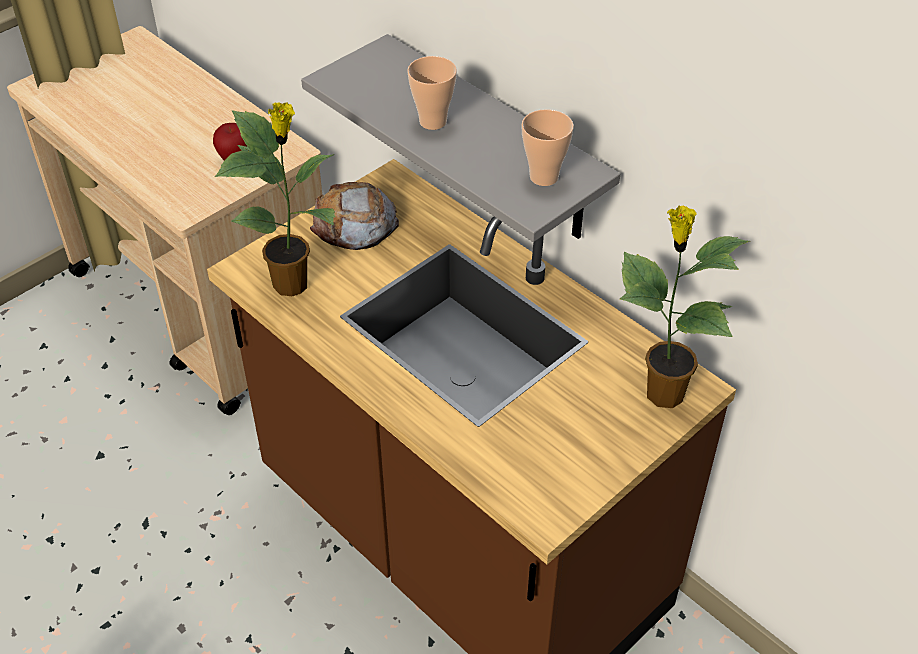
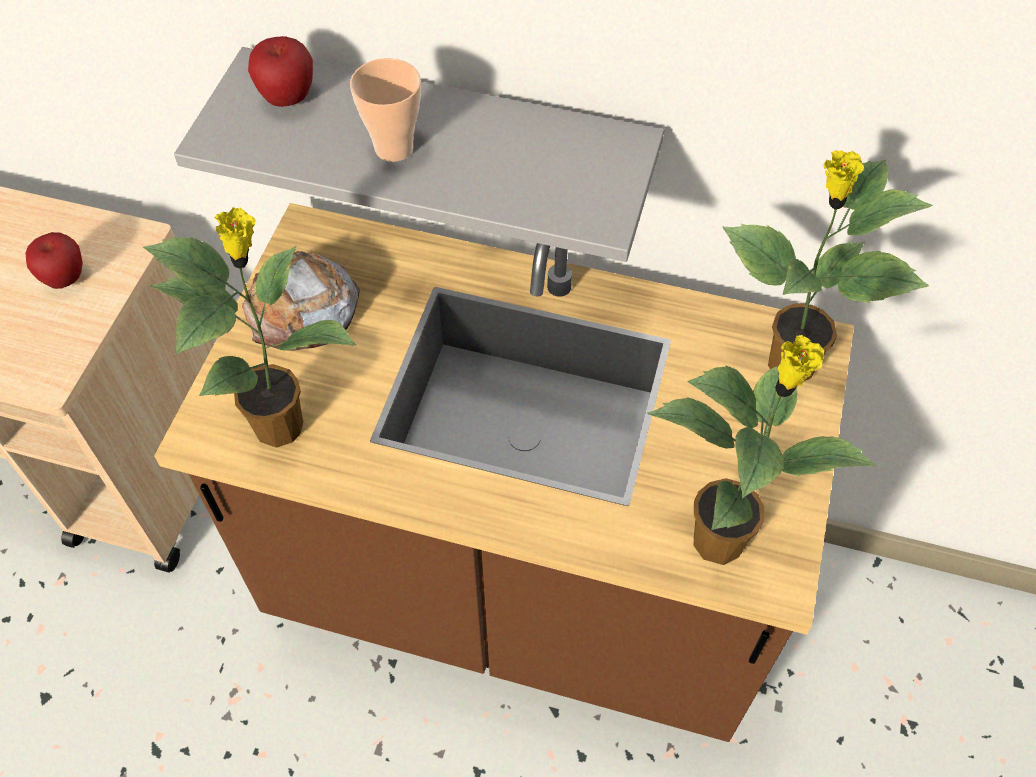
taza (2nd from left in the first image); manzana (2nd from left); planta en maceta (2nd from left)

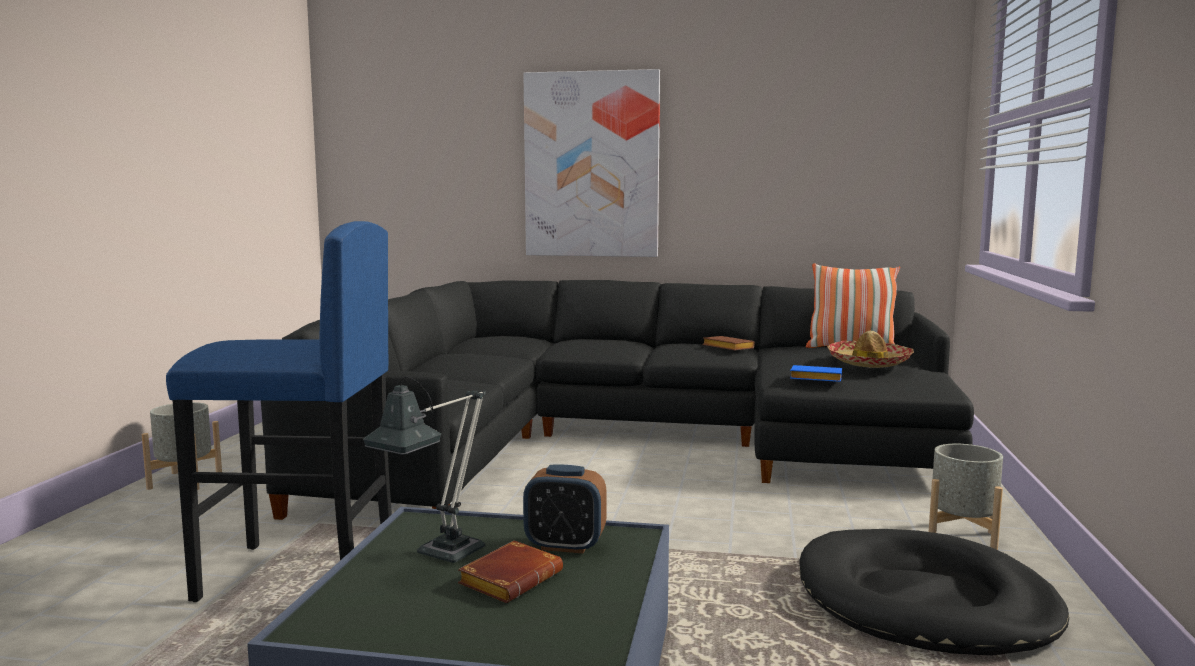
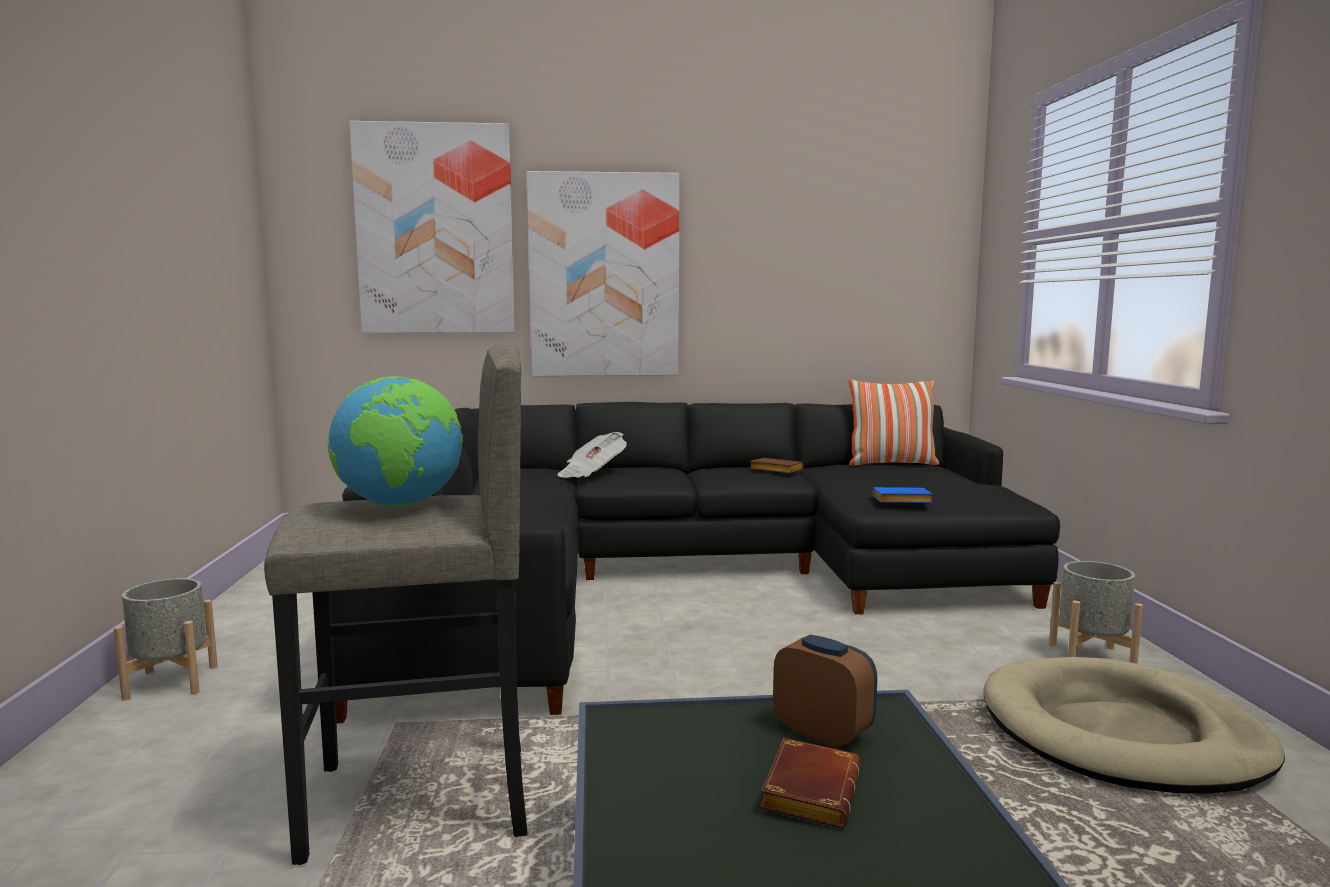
taburete (gris); lámpara de mesa; despertador; cama para perro (beis); sombrero; globo terráqueo; cuadro (1st from left); periódico

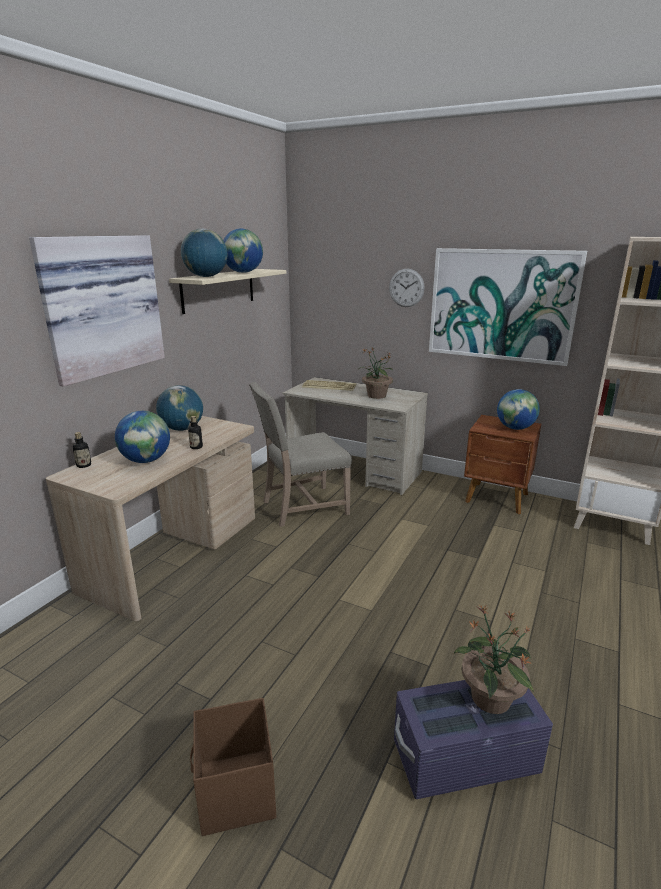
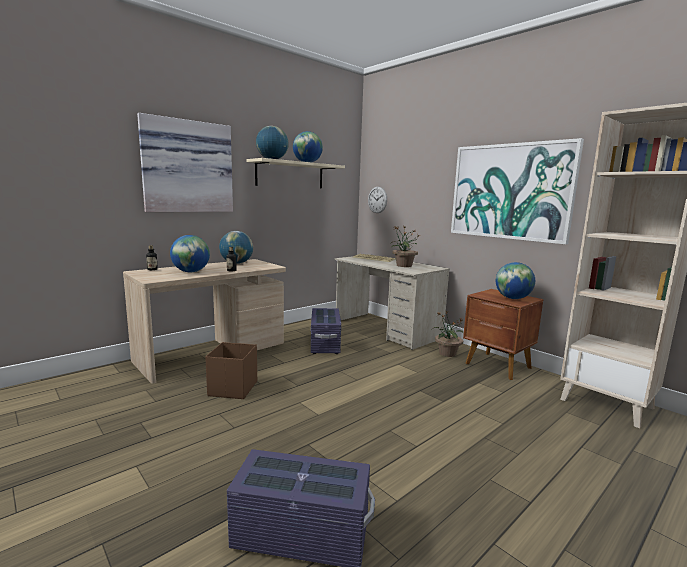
caja de almacenaje (marrón); caja de almacenaje (morado) (2nd from left); reloj de pared; planta en maceta (2nd from left)

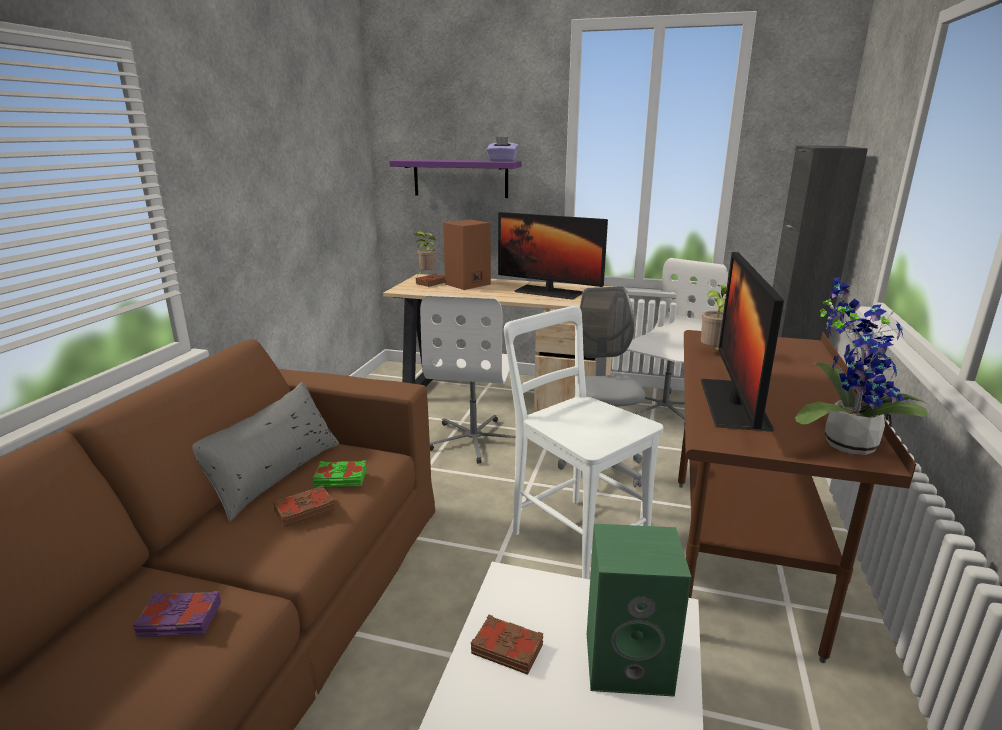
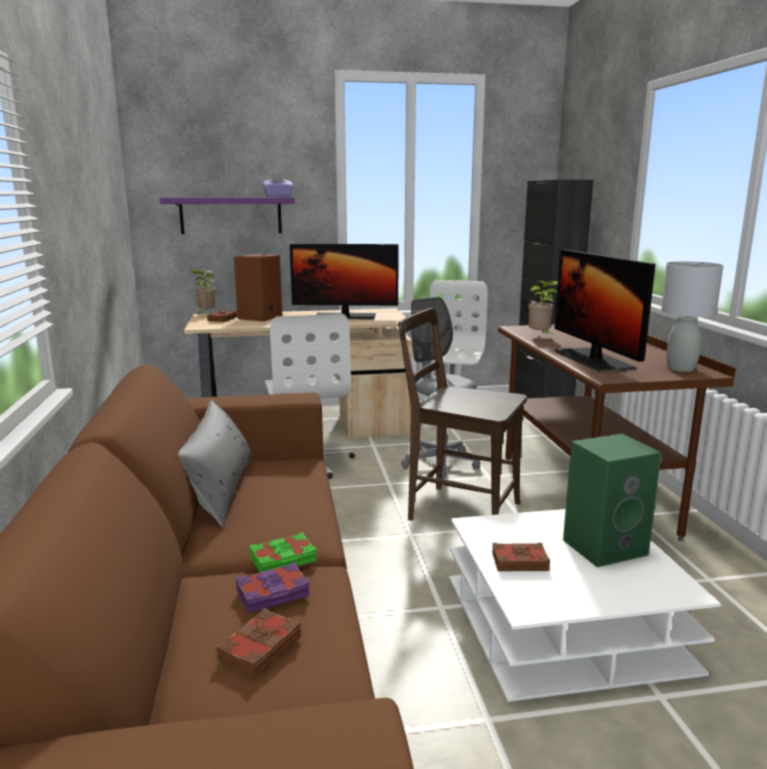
libro (marrón) (2nd from left); libro (verde); silla (marrón); lámpara de mesa (gris)

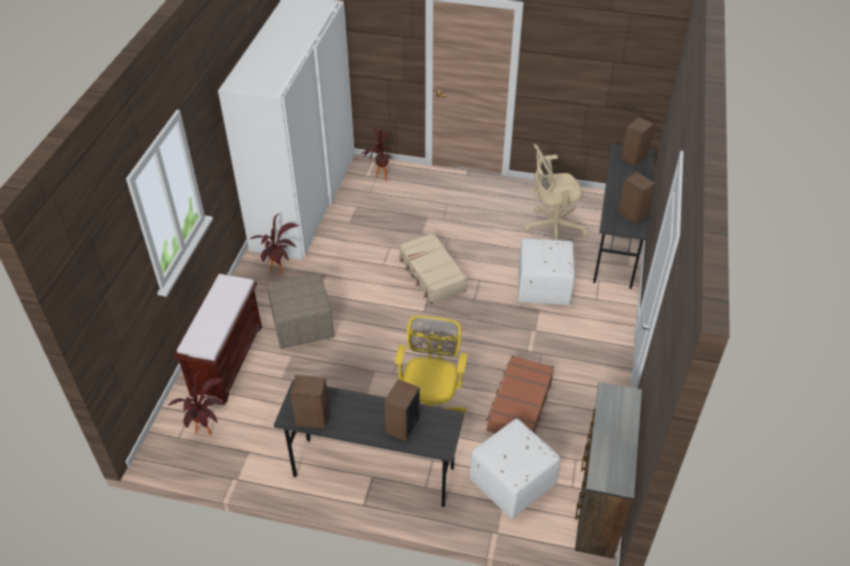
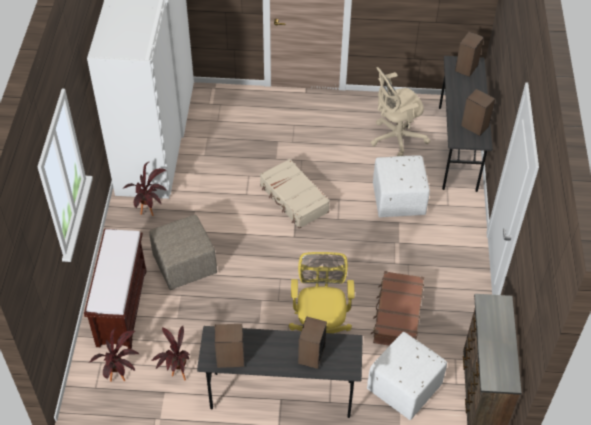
planta en maceta (3rd from left)

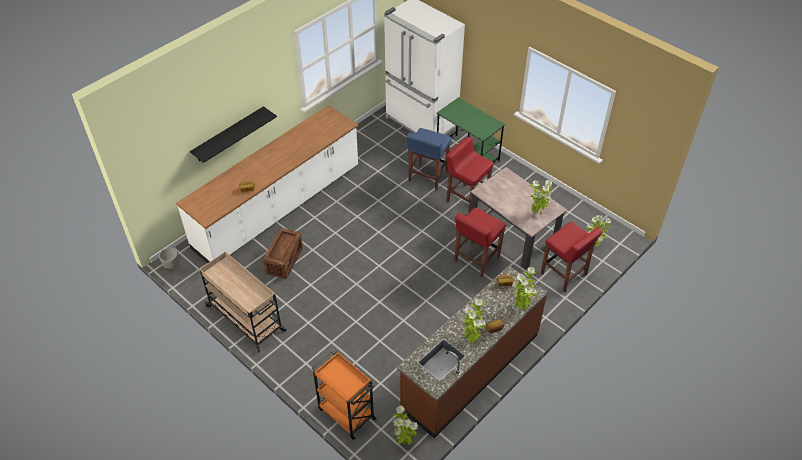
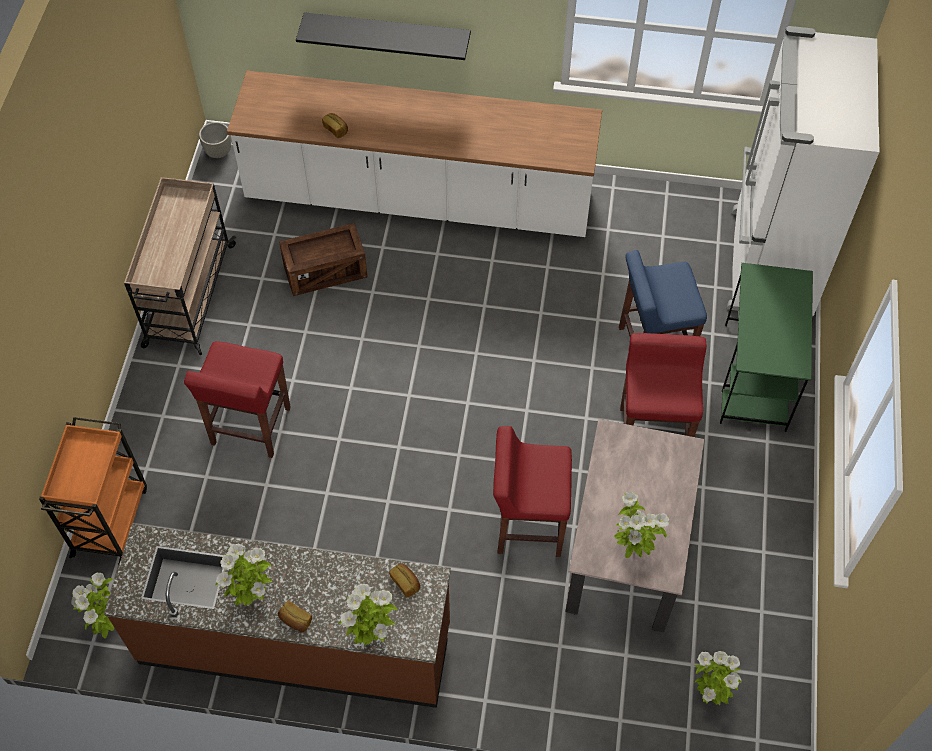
taburete (rojo) (1st from left)

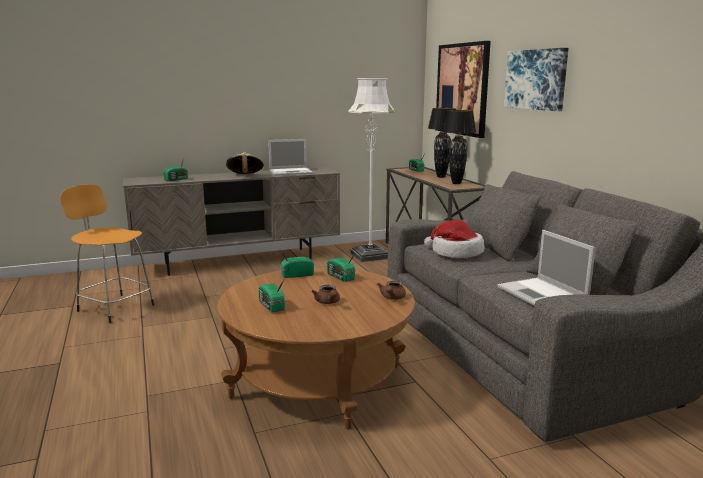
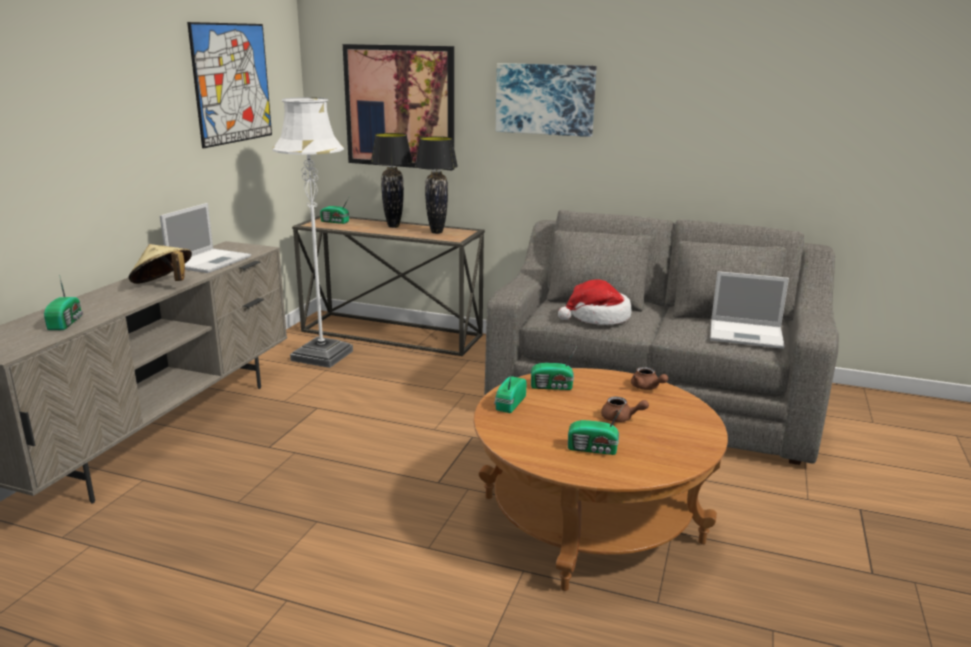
taburete (naranja); cuadro (1st from left)

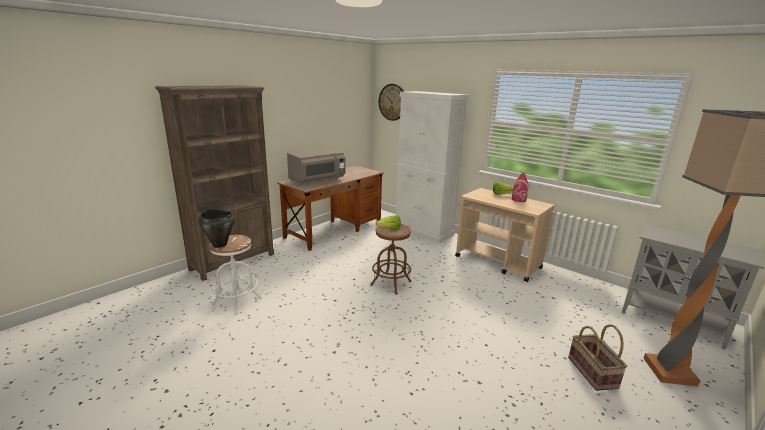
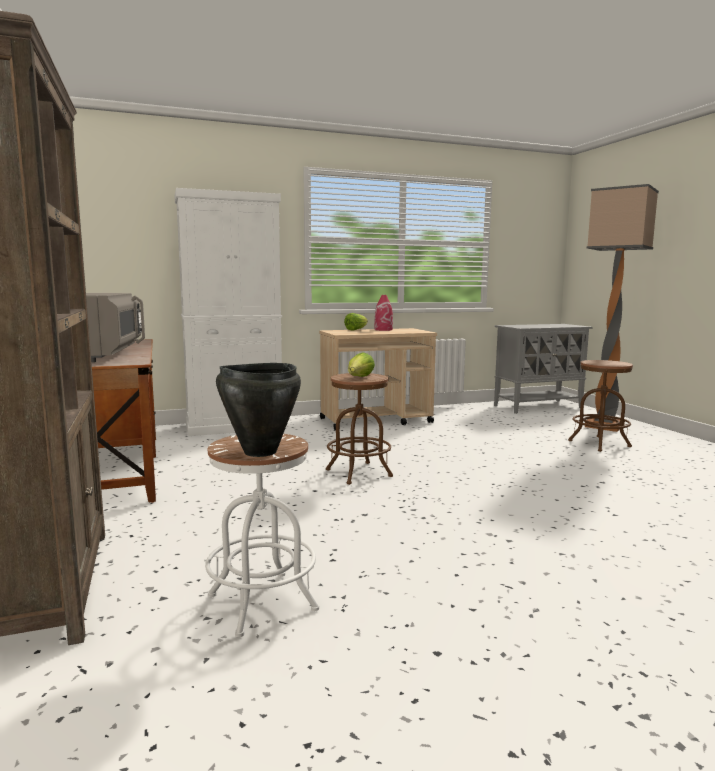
reloj de pared; taburete (marrón) (2nd from left)

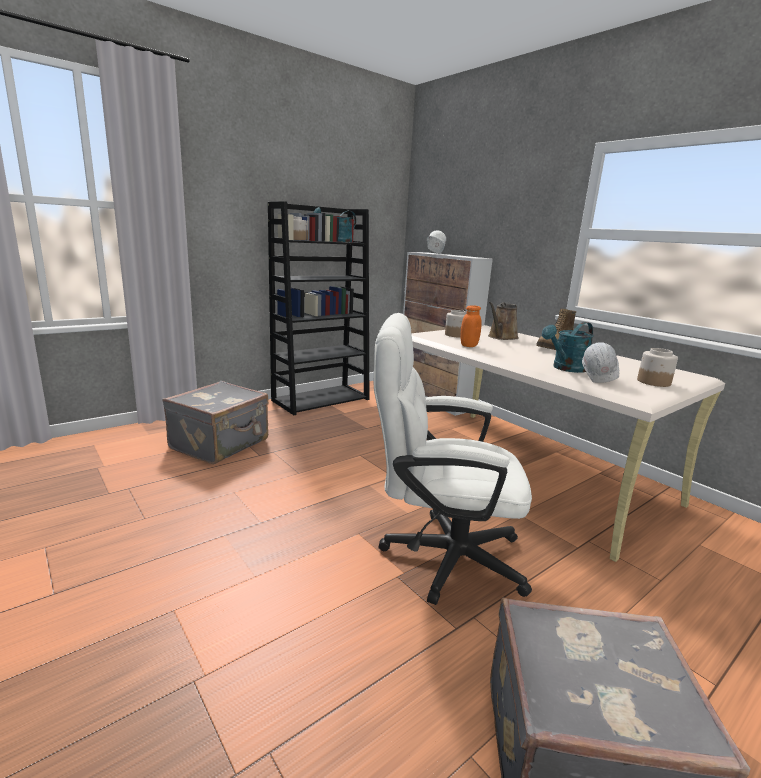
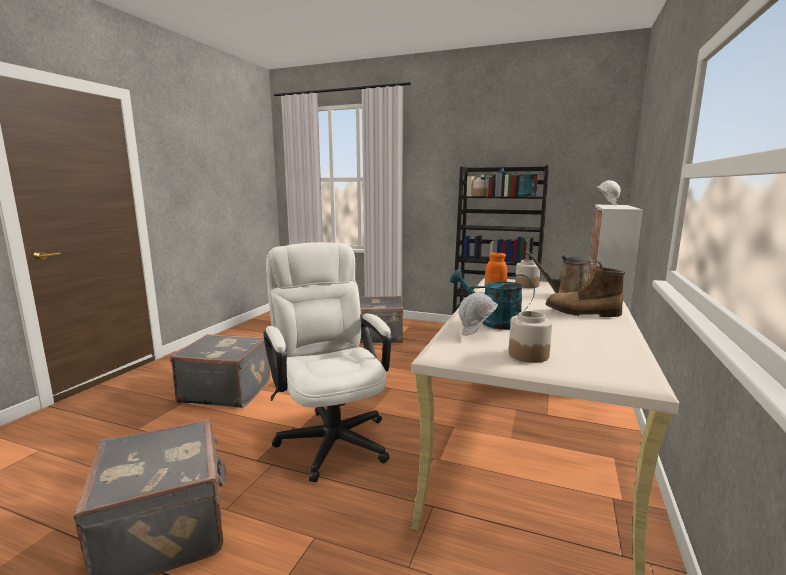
maleta (gris) (2nd from left)

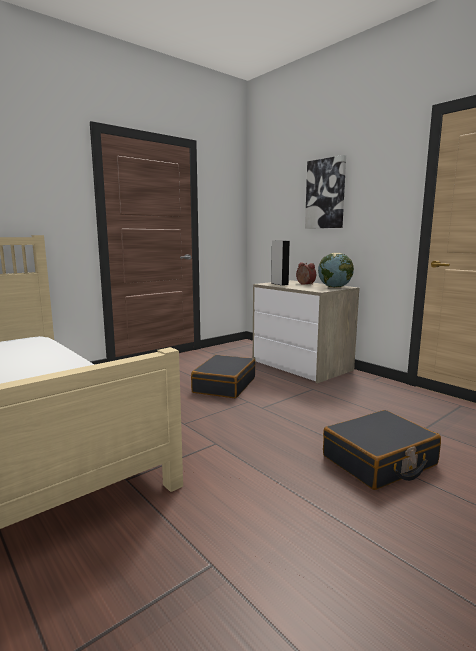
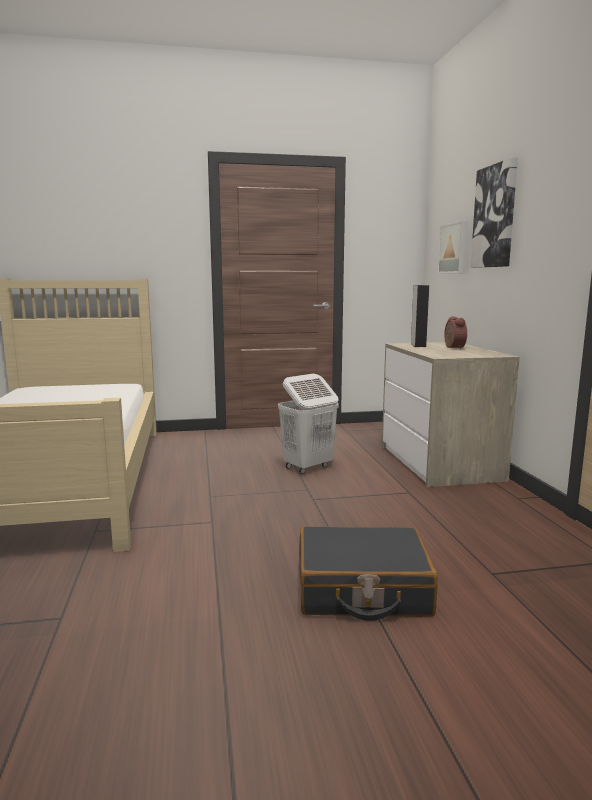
cesto de la ropa (blanco); globo terráqueo; cuadro (1st from left)

